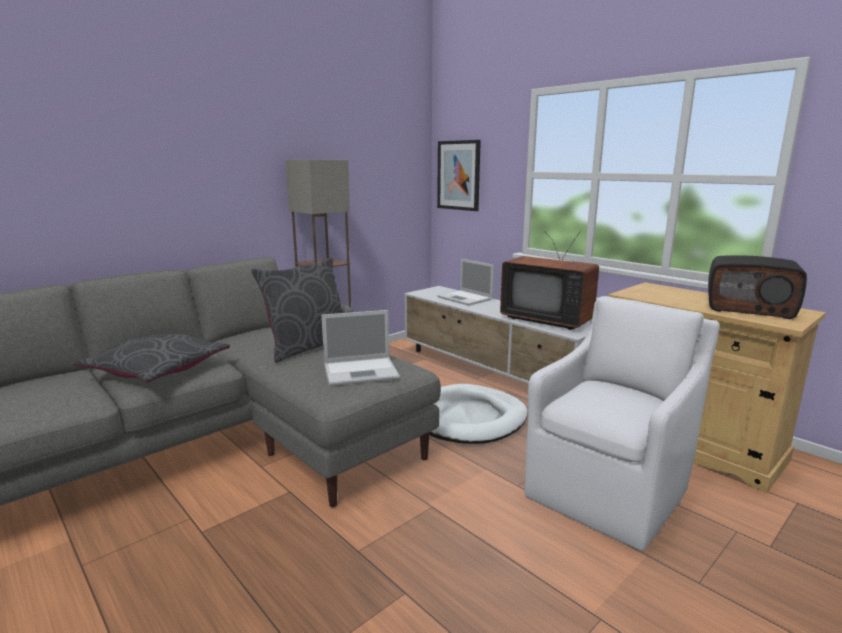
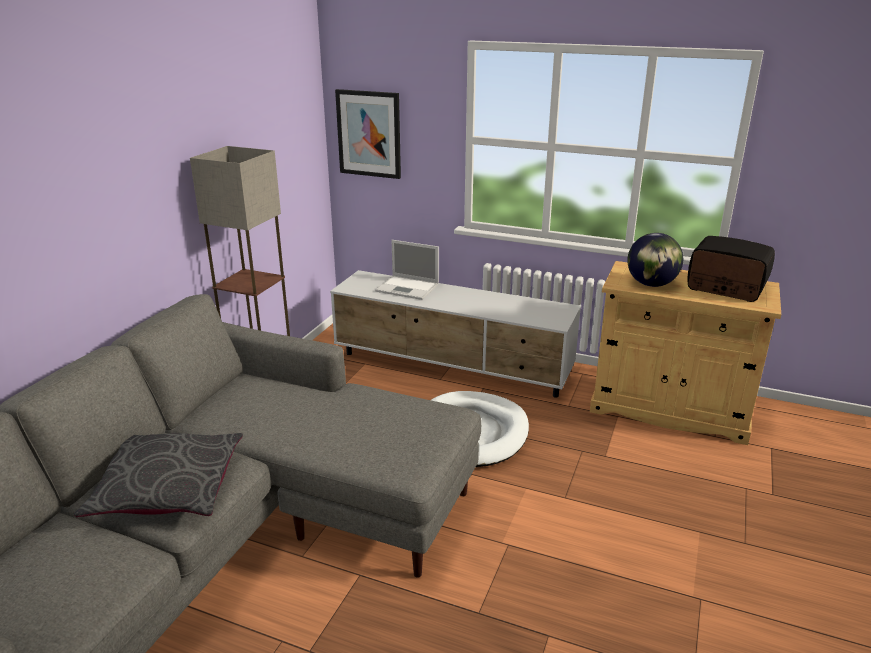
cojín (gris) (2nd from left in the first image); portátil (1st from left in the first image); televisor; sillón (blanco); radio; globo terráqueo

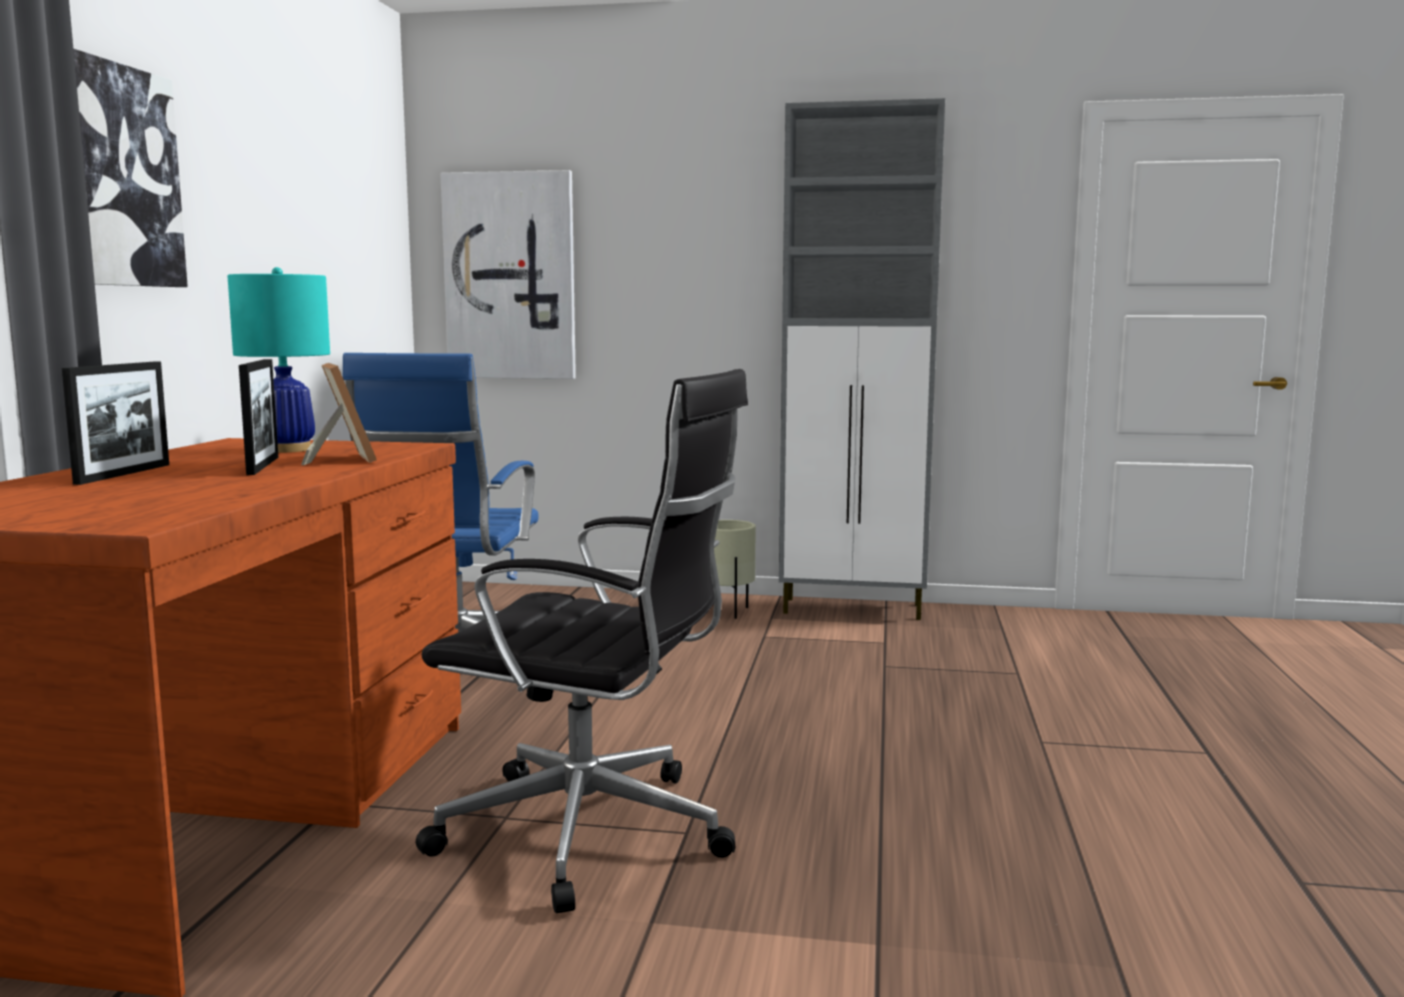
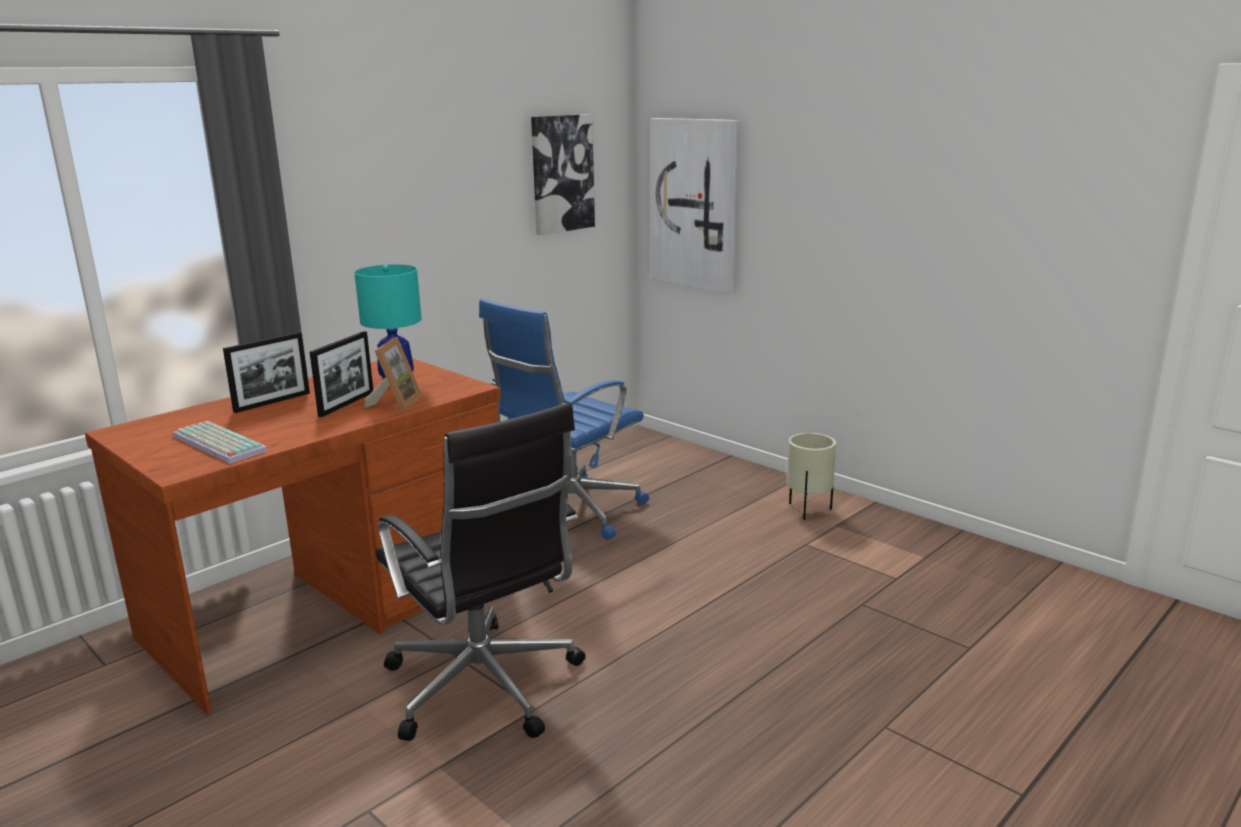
cuadro (1st from left); armario (gris); teclado

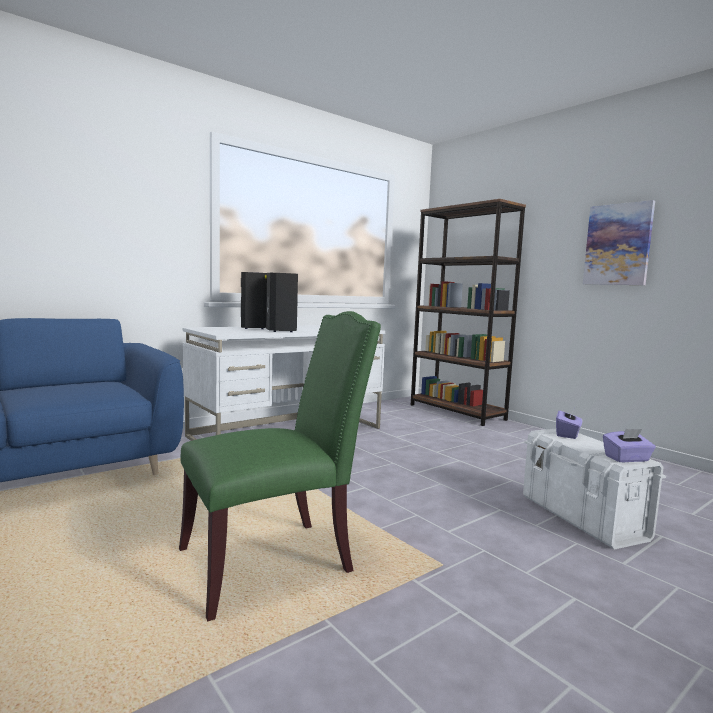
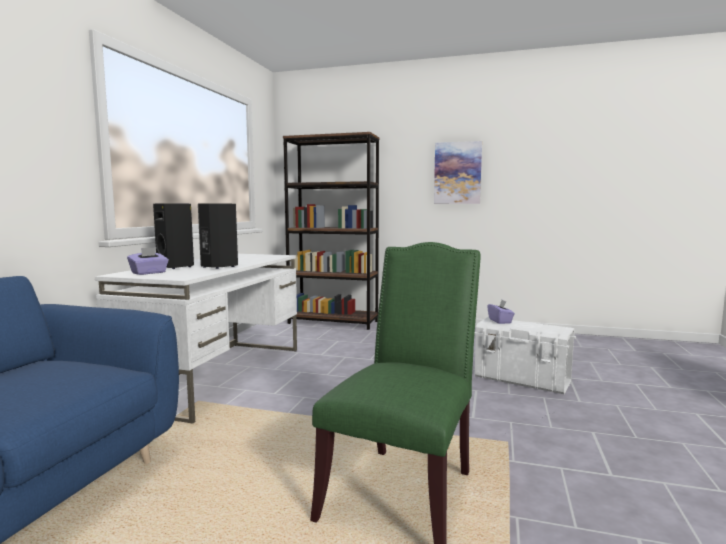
caja de pañuelos (morado) (1st from left)

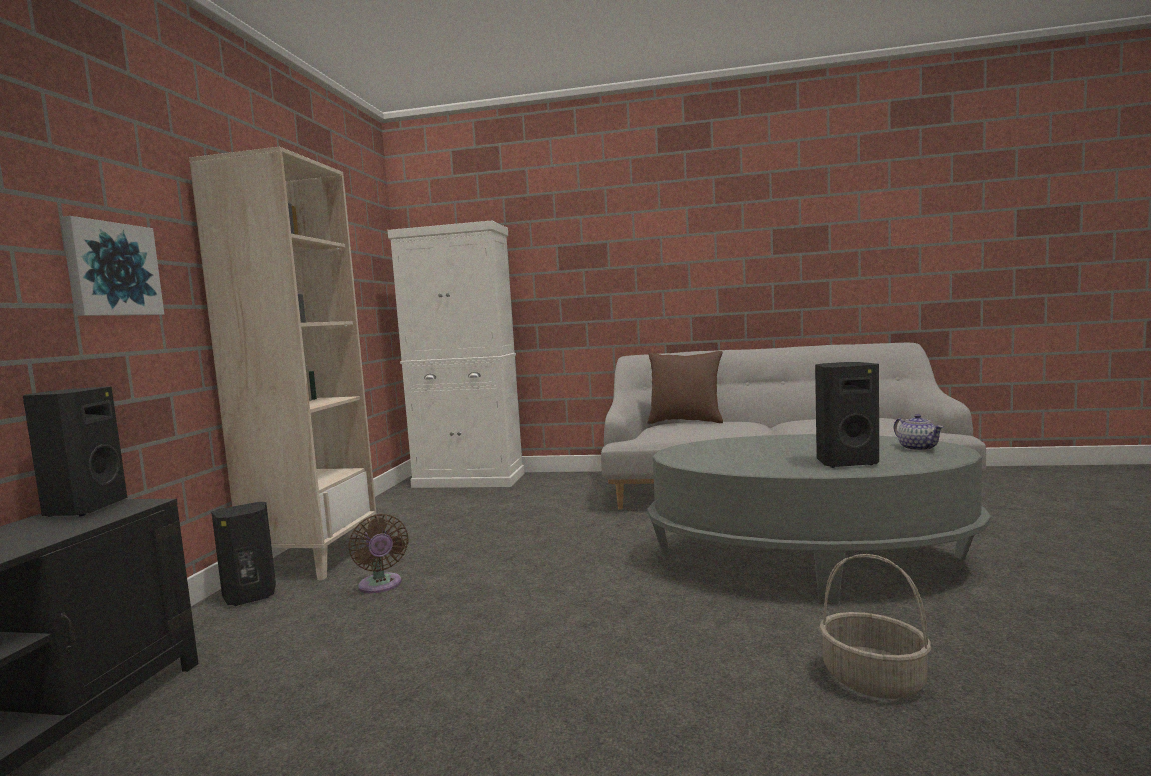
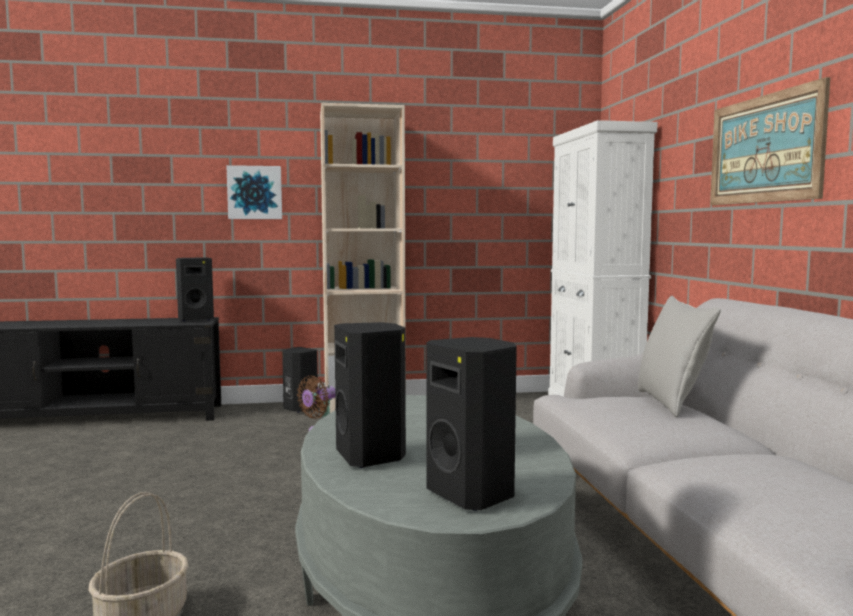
cojín (gris); altavoz (negro) (4th from left); cuadro (2nd from left)

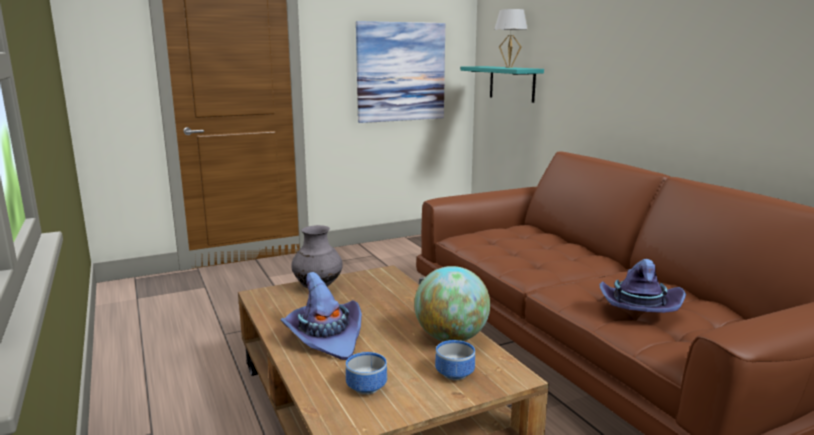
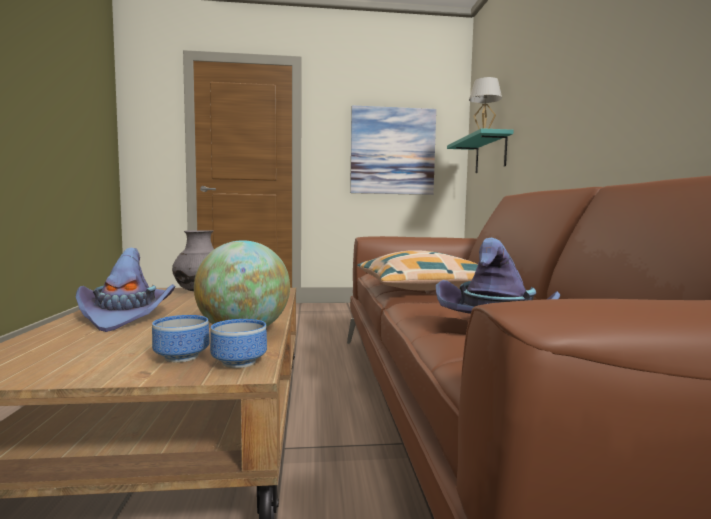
cuenco (2nd from left); cojín

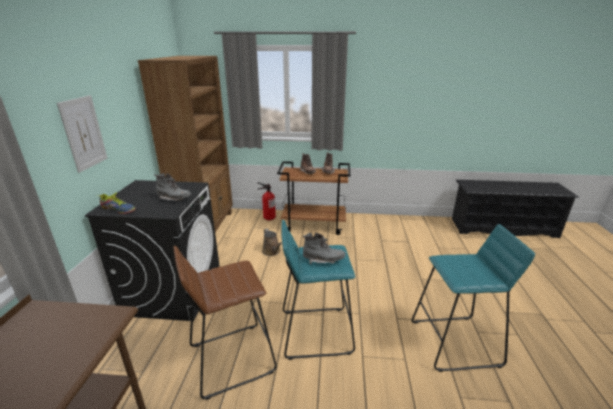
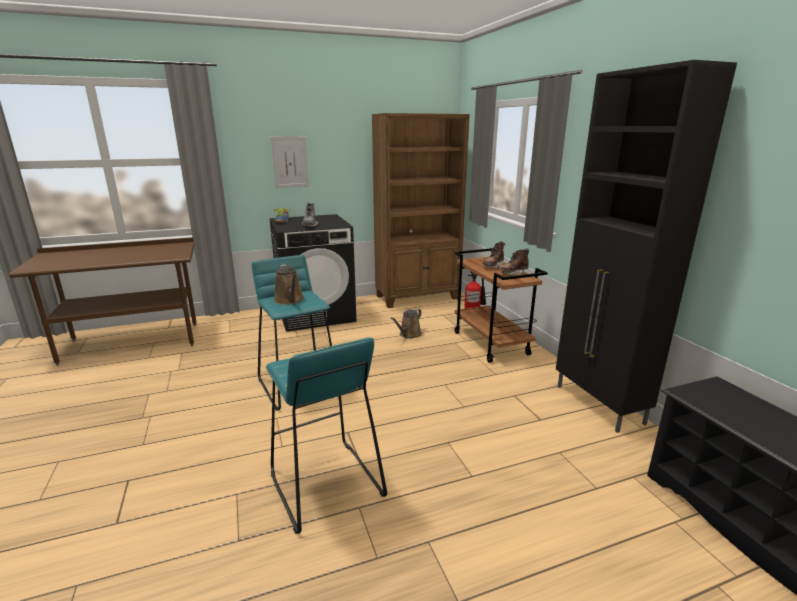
taburete (marrón); regadera (marrón) (1st from left); armario (negro)

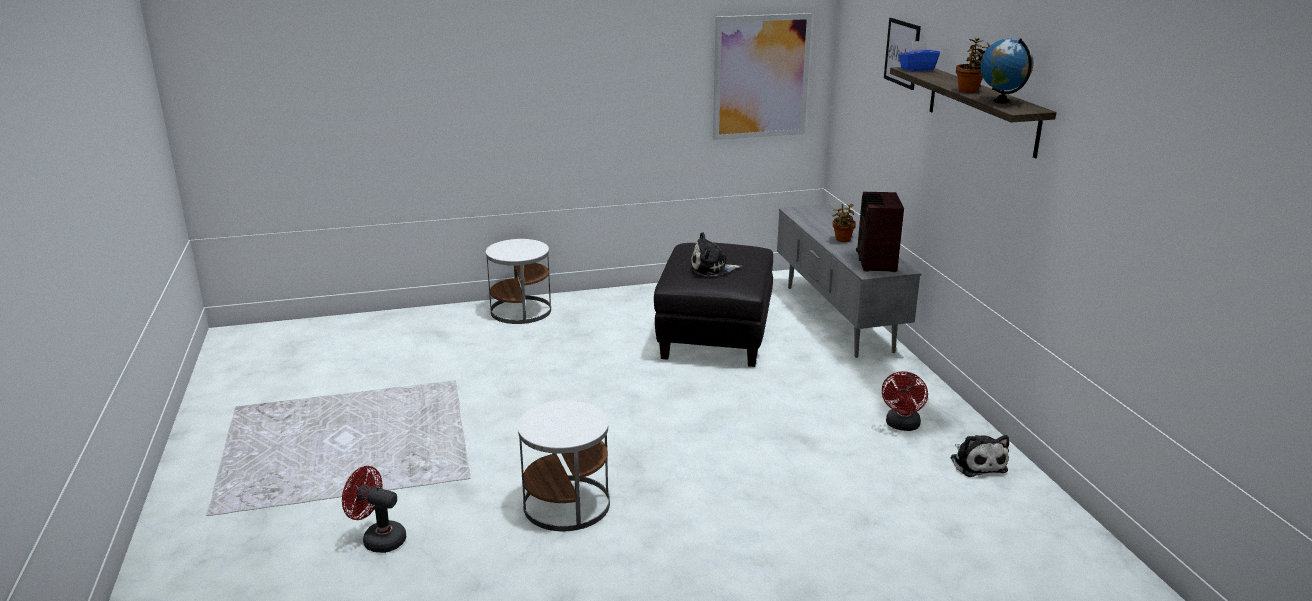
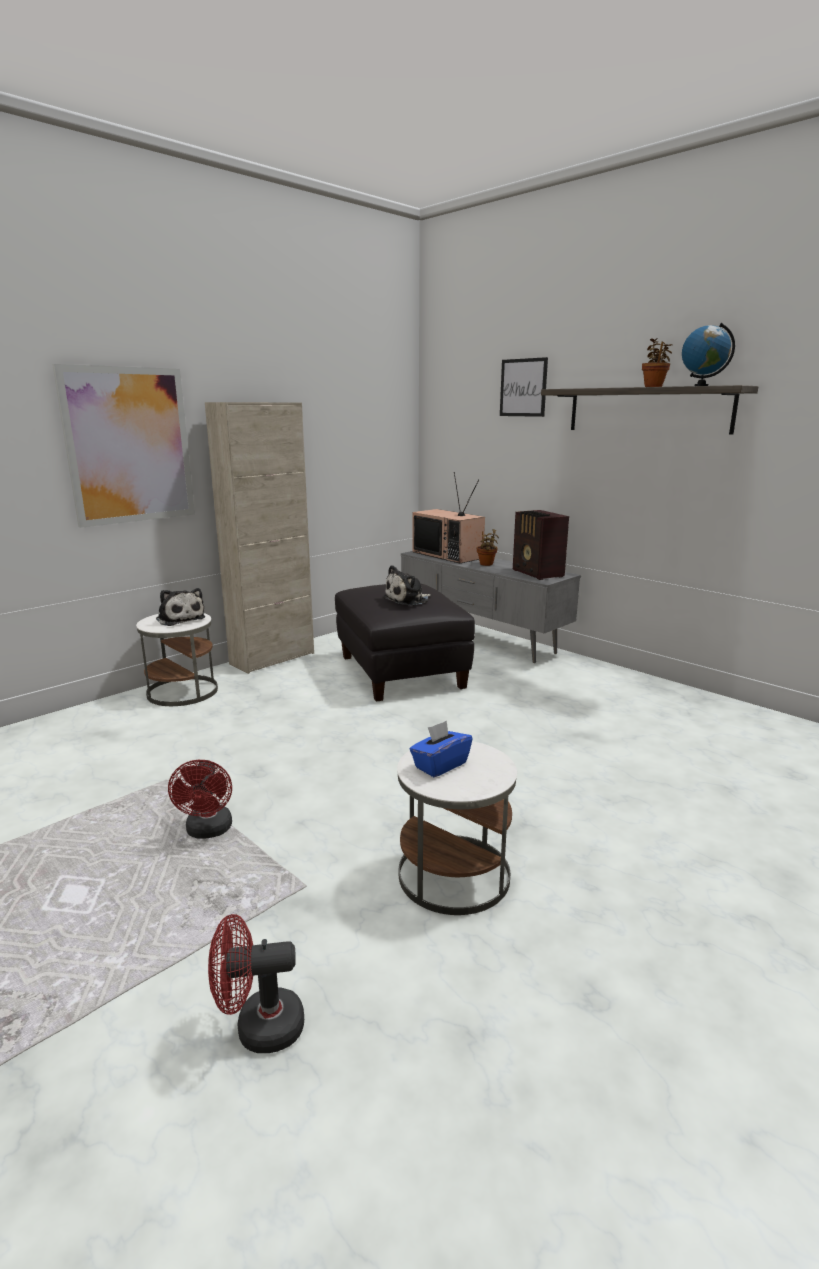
cuadro (1st from left); ventilador (rojo) (1st from left); caja de pañuelos (azul); peluche (1st from left); armario (beis); televisor

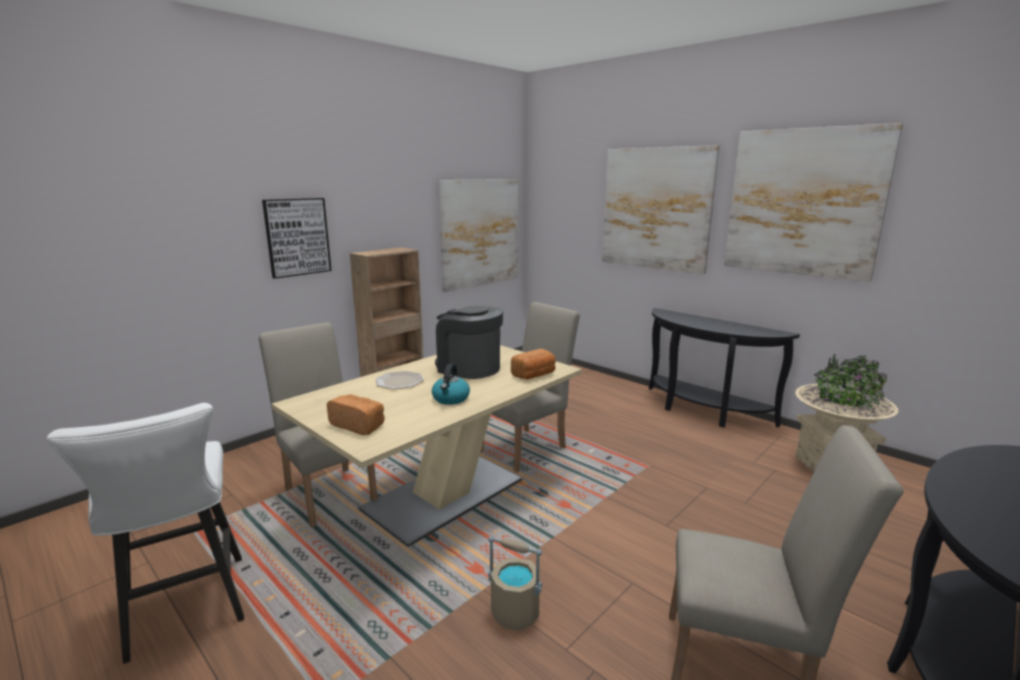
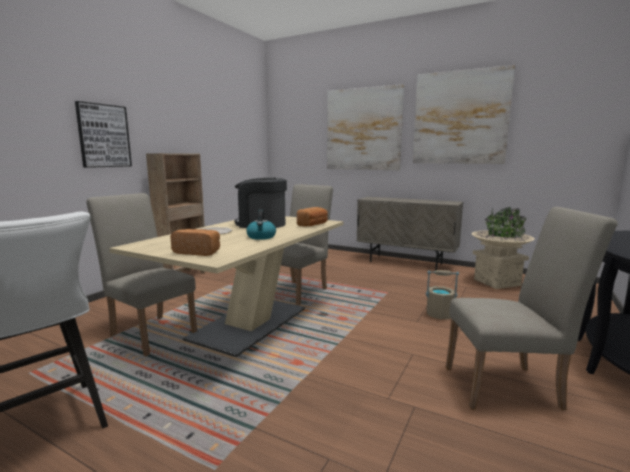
cuadro (2nd from left in the first image); cubo (beis); armario (beis)

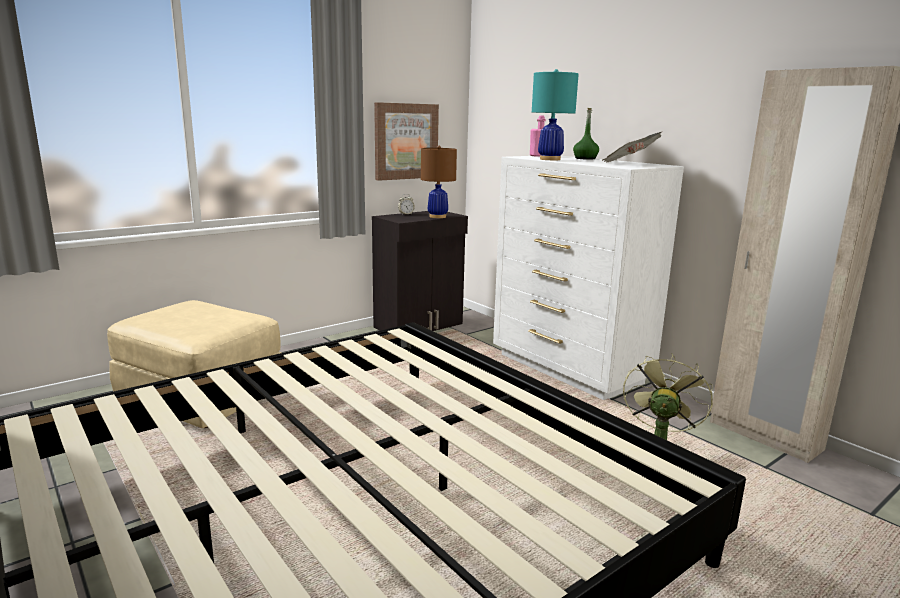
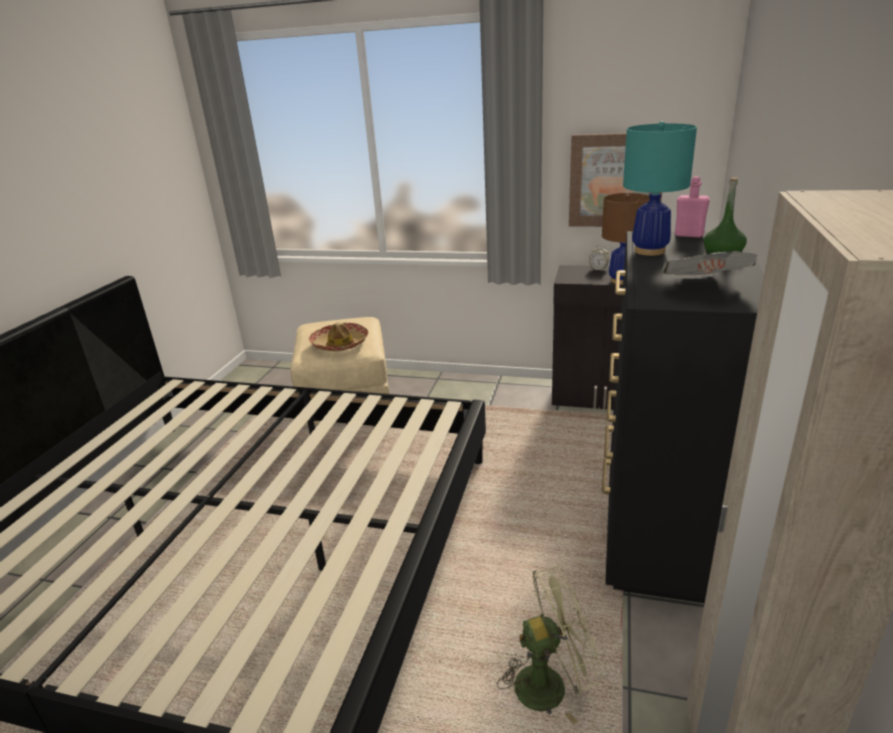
cómoda (negro); sombrero

